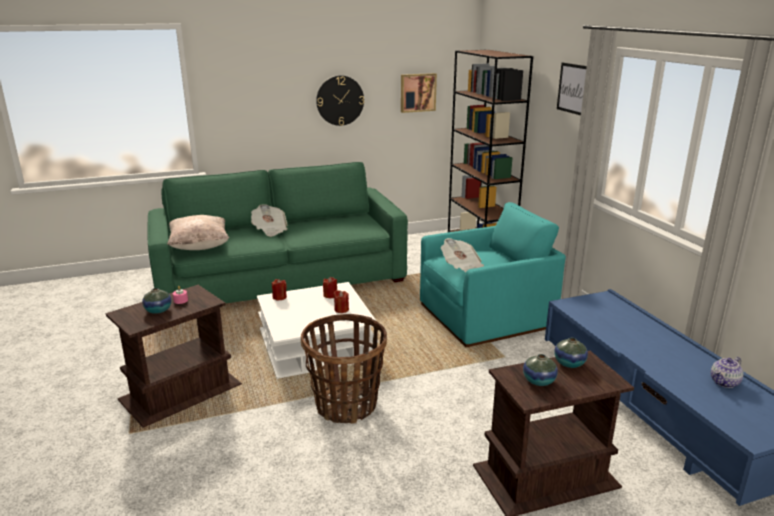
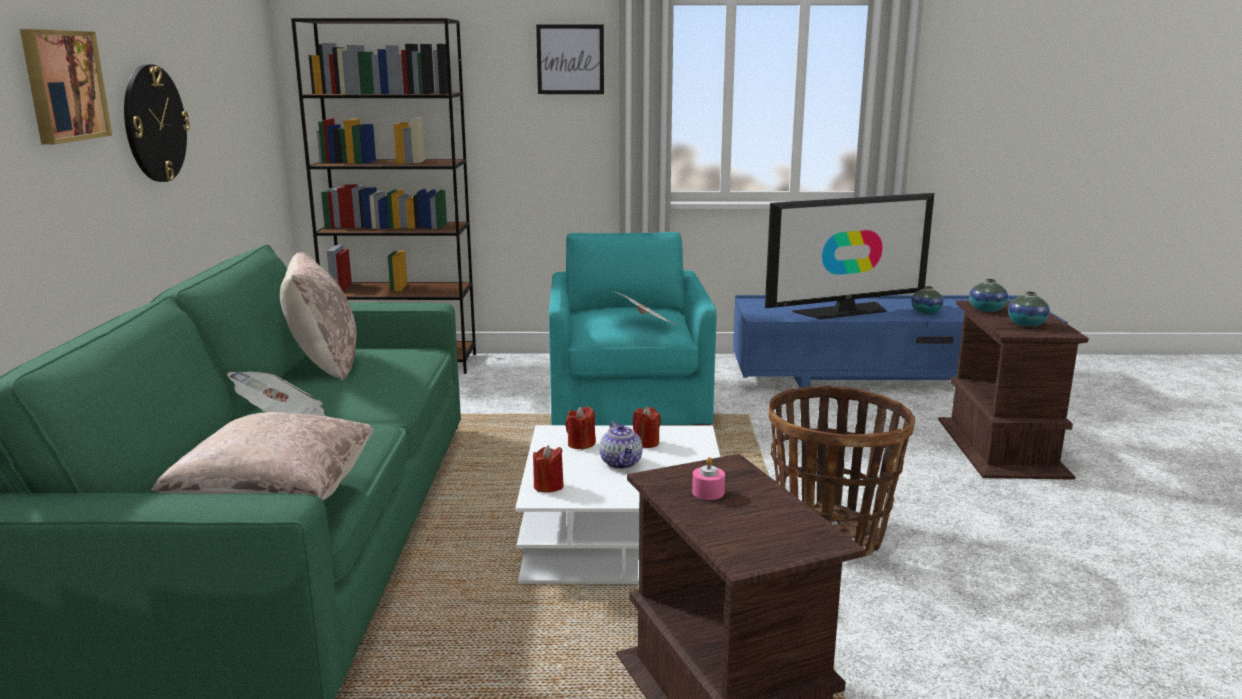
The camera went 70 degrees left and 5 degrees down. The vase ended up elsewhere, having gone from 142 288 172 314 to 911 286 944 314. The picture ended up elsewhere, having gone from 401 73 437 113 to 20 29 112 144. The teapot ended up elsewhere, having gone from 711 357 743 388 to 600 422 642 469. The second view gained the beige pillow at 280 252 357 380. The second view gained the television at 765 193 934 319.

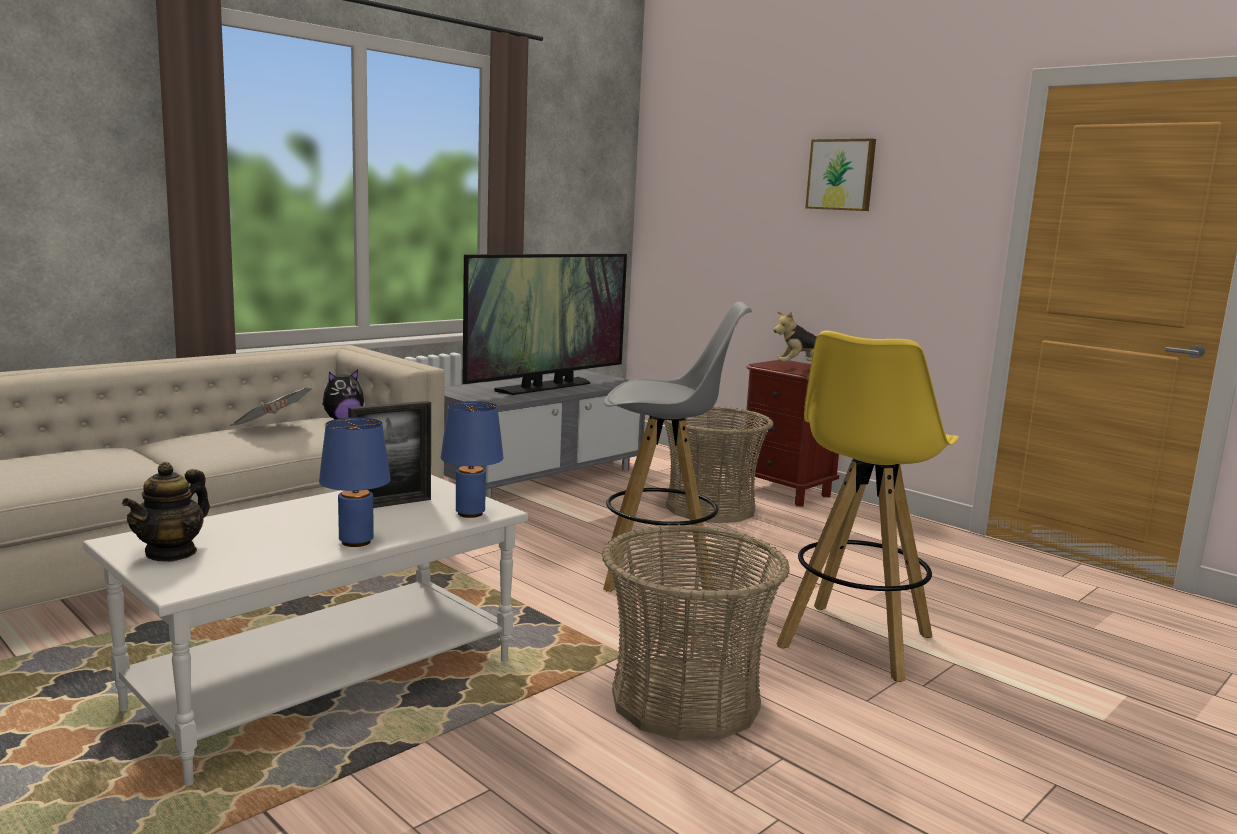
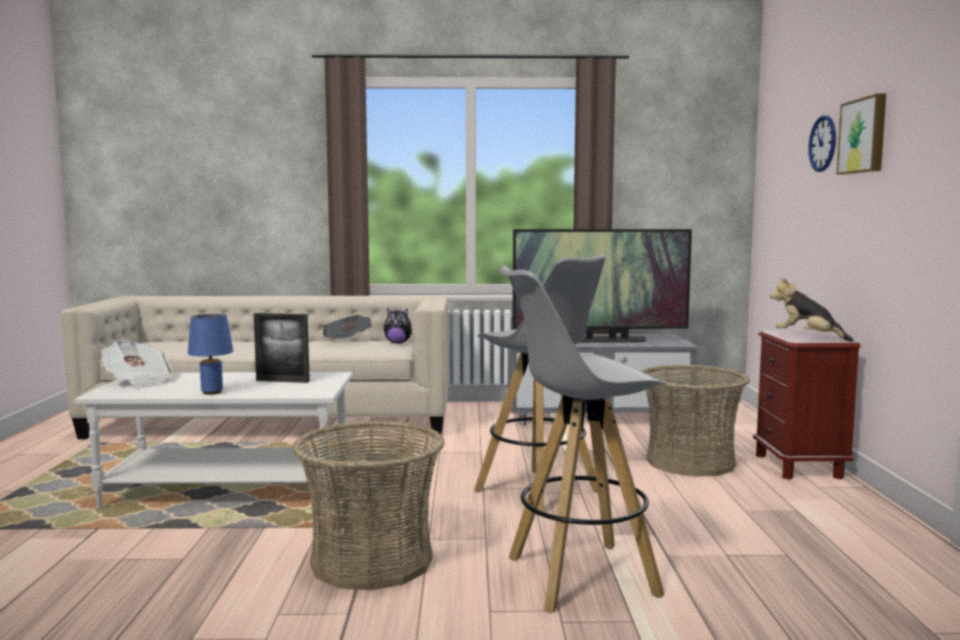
The camera went 45 degrees right and 5 degrees down. Where the teapot stood at 122 462 210 562, the newspaper came to stand at 101 340 173 388. The second view lost the blue table lamp at 441 401 503 518. What was the yellow stool at 777 330 959 682 turned into the grey stool at 500 265 666 613. The second view gained the wall clock at 808 115 836 172.

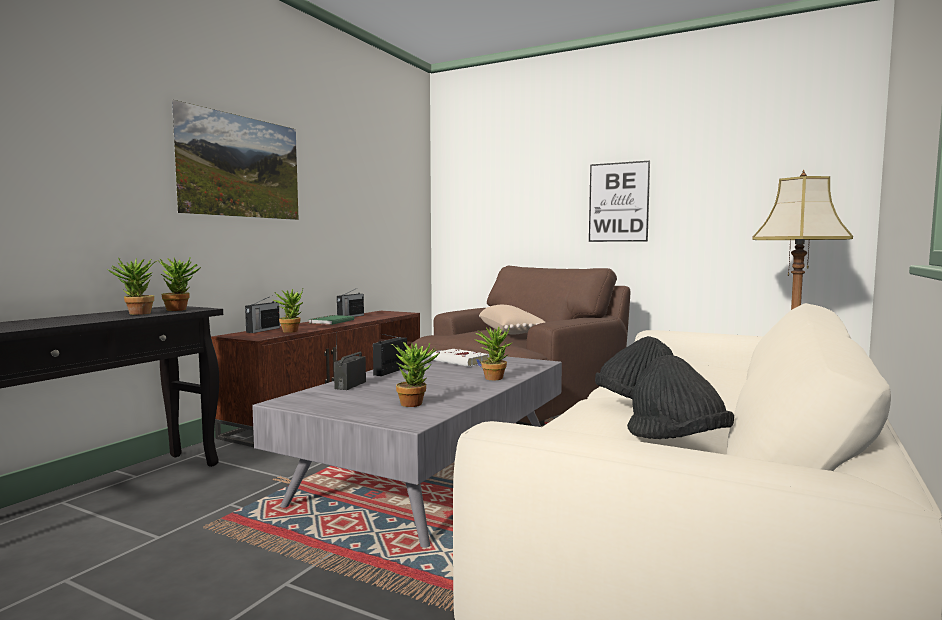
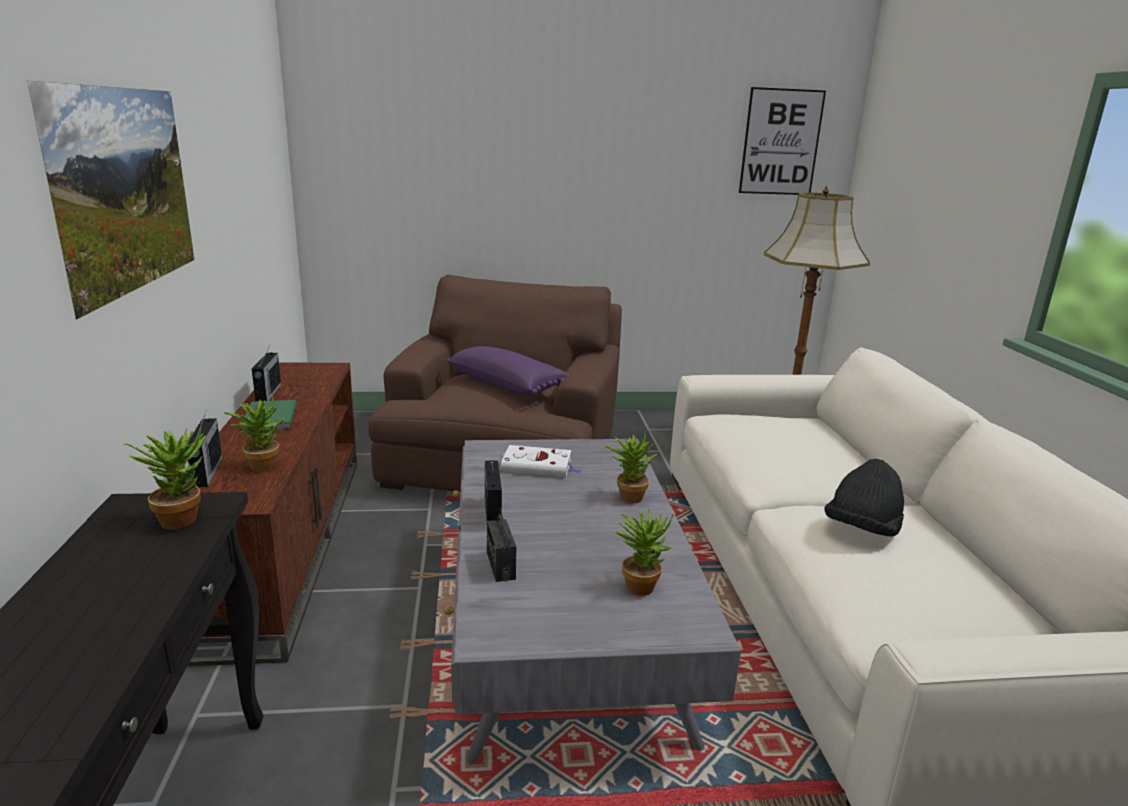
The camera went 35 degrees left and 15 degrees up. The second view lost the potted plant at 107 258 157 315. What was the beige pillow at 479 305 545 335 turned into the purple pillow at 447 346 569 396. The picture ended up elsewhere, having gone from 589 161 650 242 to 739 87 826 195. The second view lost the black hat at 627 355 734 439.

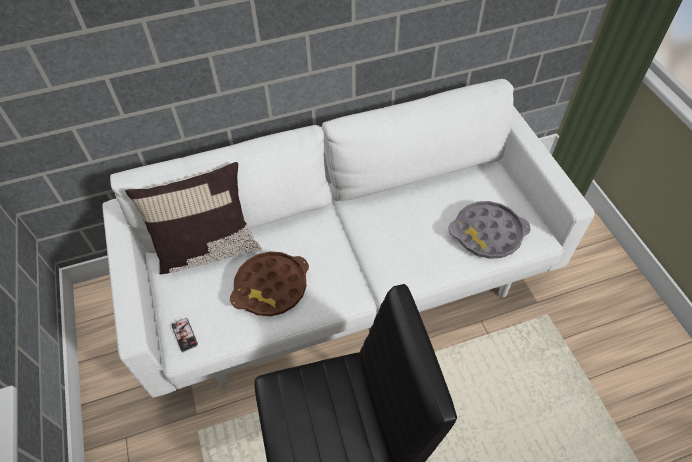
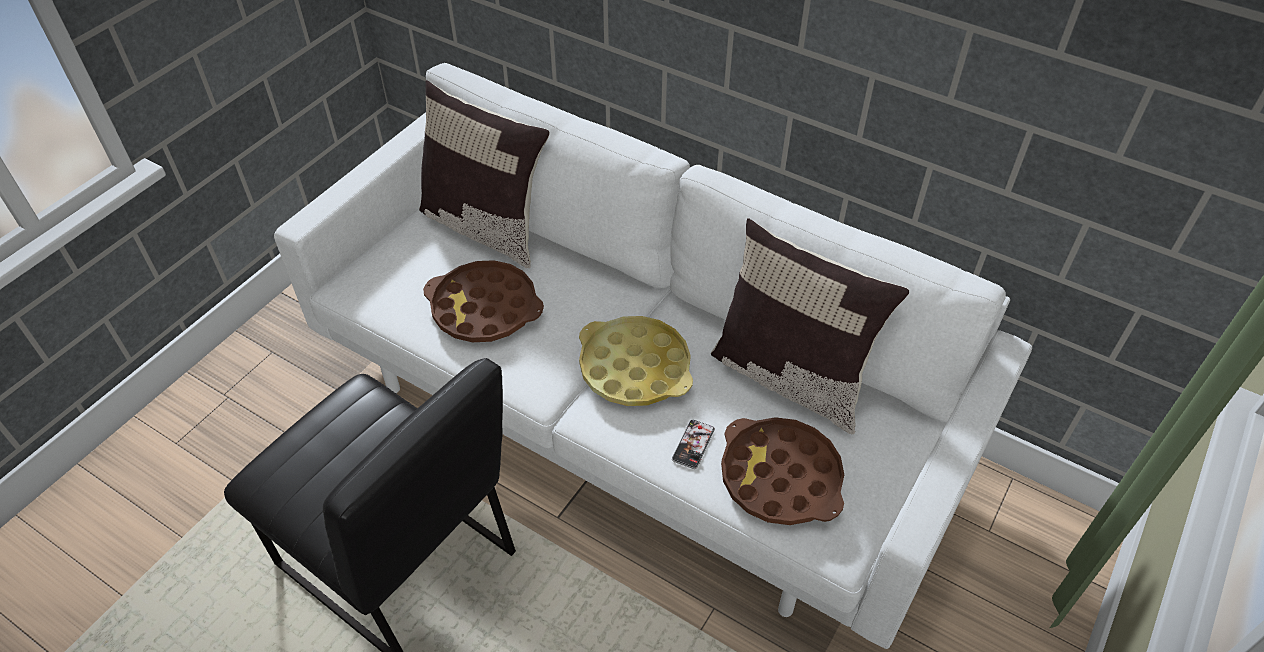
The camera went 50 degrees right and 5 degrees down. The phone ended up elsewhere, having gone from 171 318 198 353 to 672 420 715 469. What was the grey tray at 448 201 530 259 turned into the brown tray at 721 417 844 525. The second view gained the yellow tray at 579 316 693 406. The second view gained the pillow at 711 218 909 434.

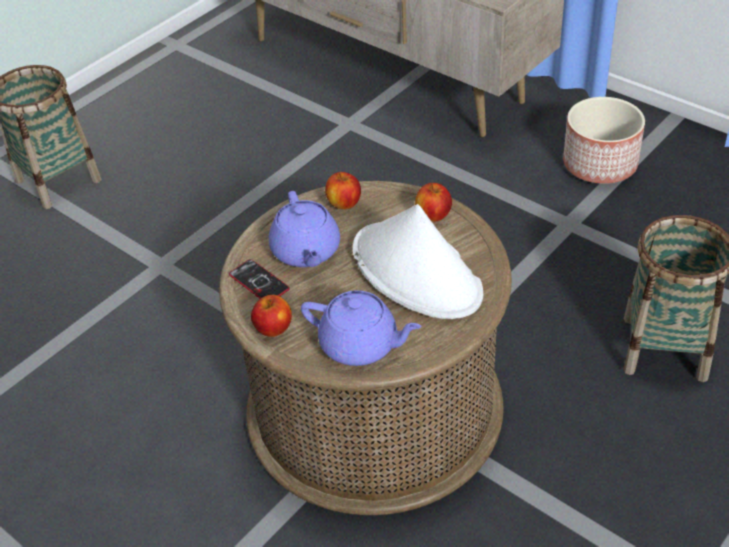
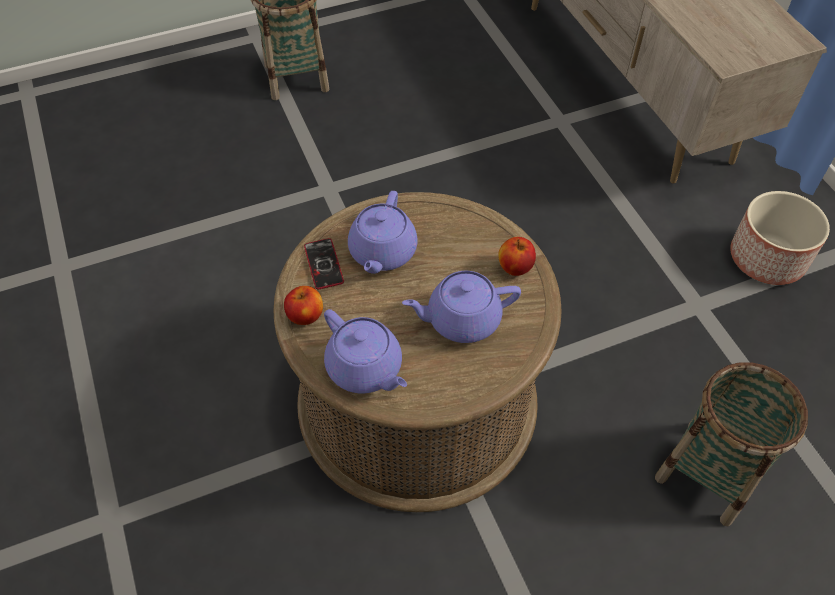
The camera went 25 degrees right and 10 degrees up. The second view lost the apple at 325 172 361 209. Where the white hat stood at 353 204 483 319, the purple teapot came to stand at 402 271 521 343.

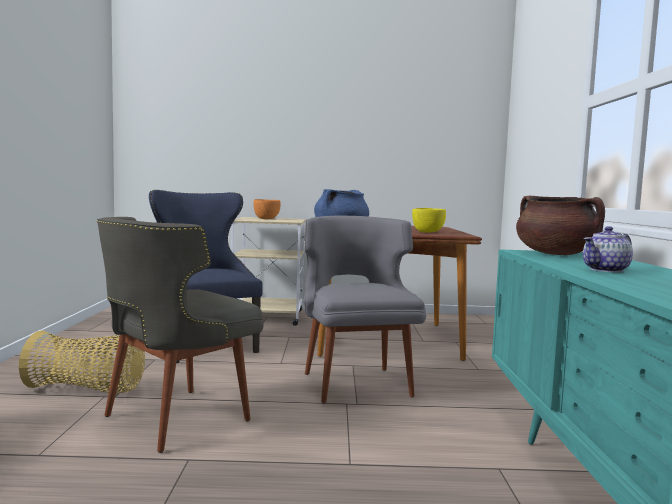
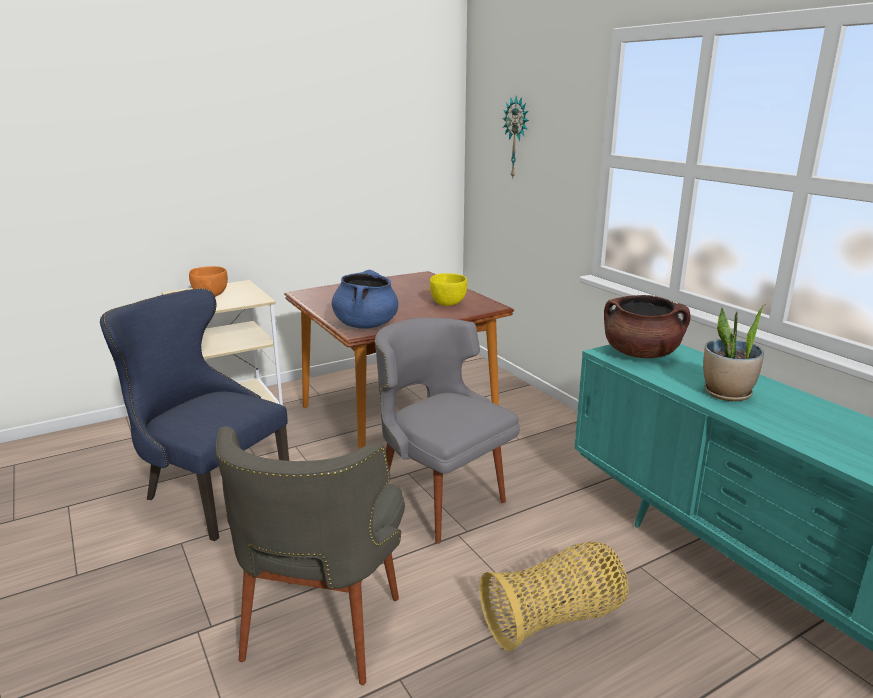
The camera went 30 degrees left and 15 degrees up. The basket ended up elsewhere, having gone from 19 330 145 393 to 479 541 628 651. Where the teapot stood at 583 226 633 272, the potted plant came to stand at 703 304 766 401. The second view gained the wall clock at 502 95 529 179.

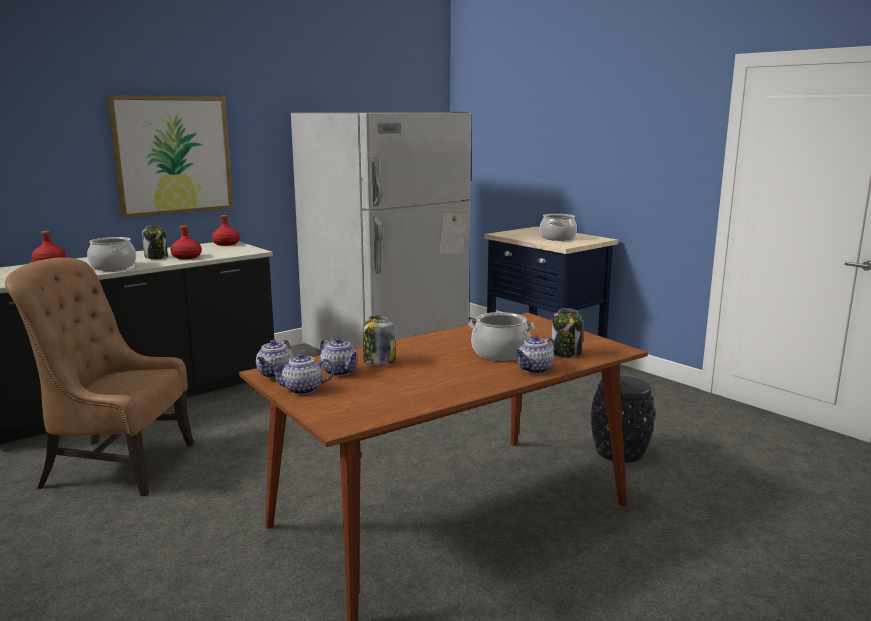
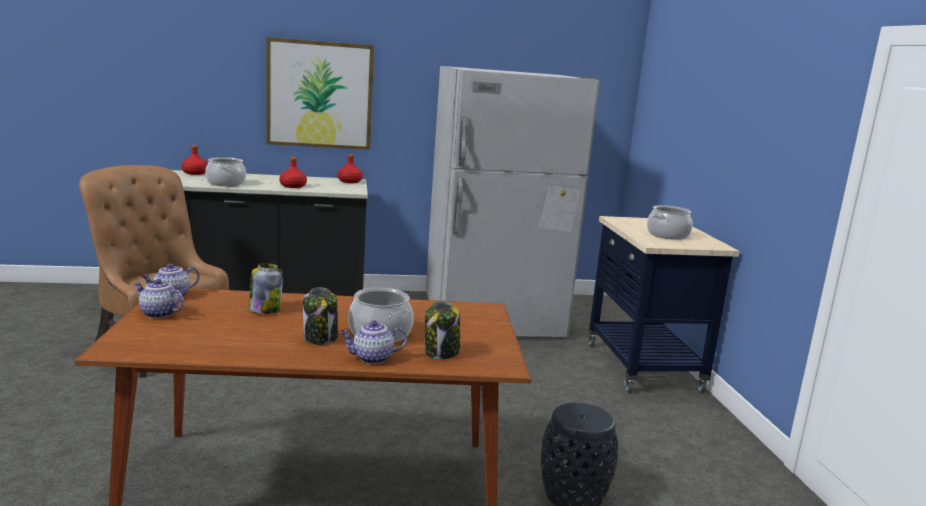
The camera went 30 degrees right and 0 degrees up. The jar ended up elsewhere, having gone from 142 225 168 259 to 303 287 338 345. The second view lost the teapot at 320 338 358 376.

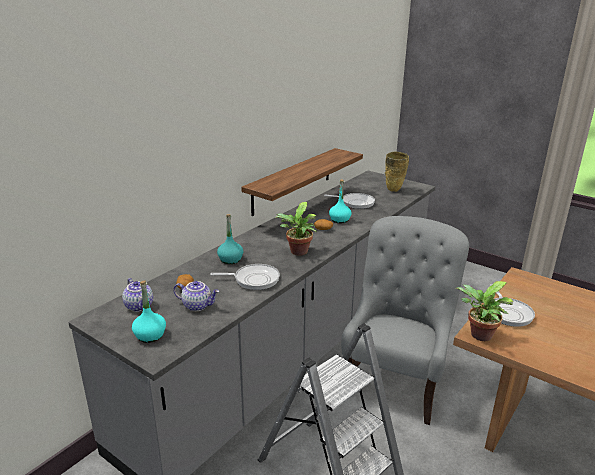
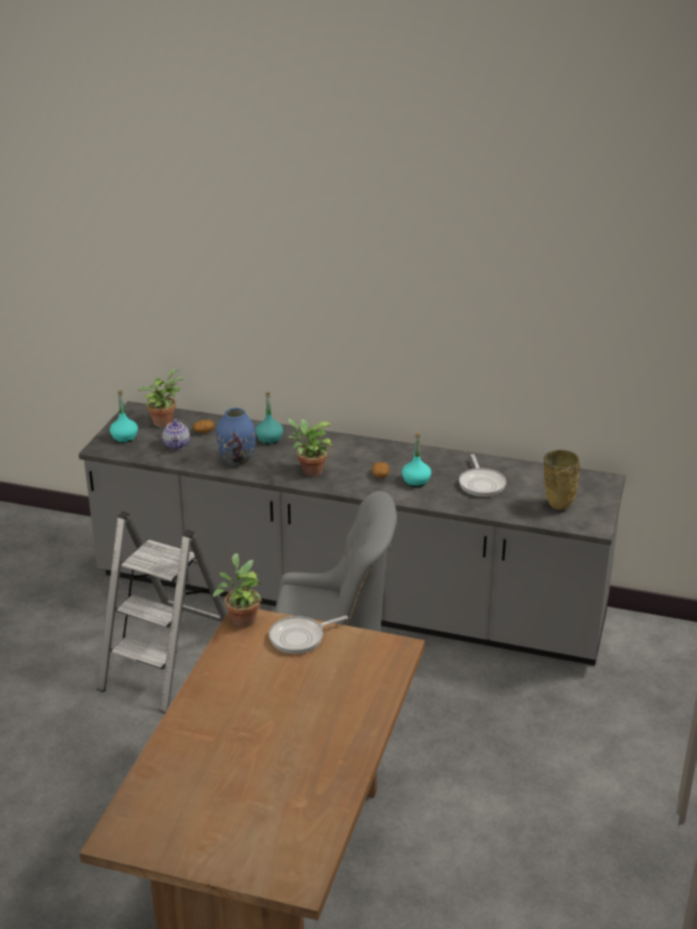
The camera went 70 degrees right and 5 degrees up. Where the teapot stood at 122 278 153 312, the potted plant came to stand at 138 369 183 427. Where the frying pan stood at 211 264 280 290, the blue vase came to stand at 216 408 256 466. The second view lost the shelf at 241 148 363 216.

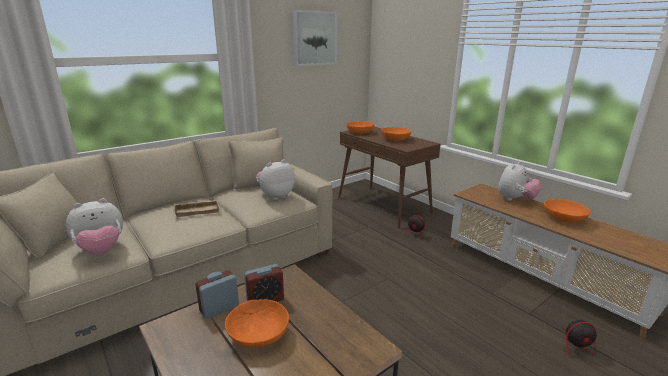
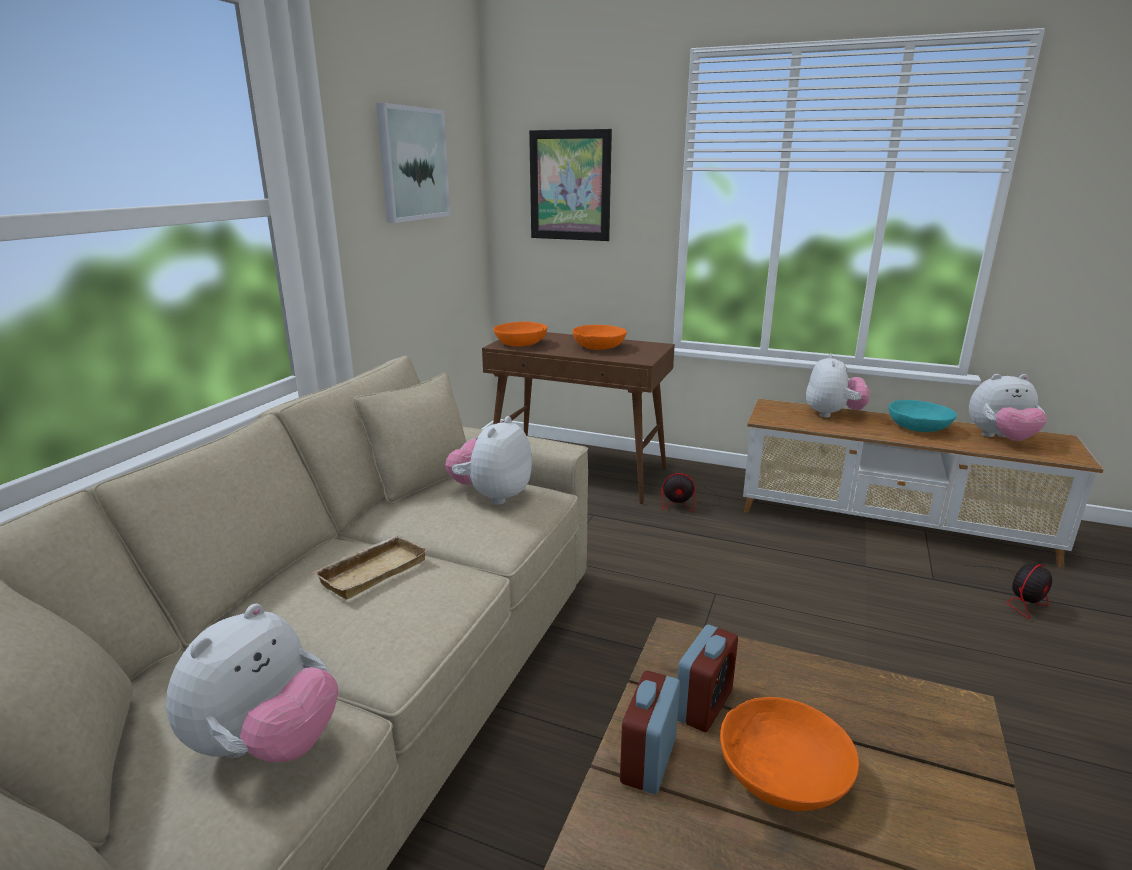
The camera went 30 degrees left and 0 degrees up. What was the orange bowl at 544 199 591 223 turned into the turquoise bowl at 889 400 957 432. The second view gained the picture at 529 129 612 241. The second view gained the plush toy at 969 374 1047 441.

